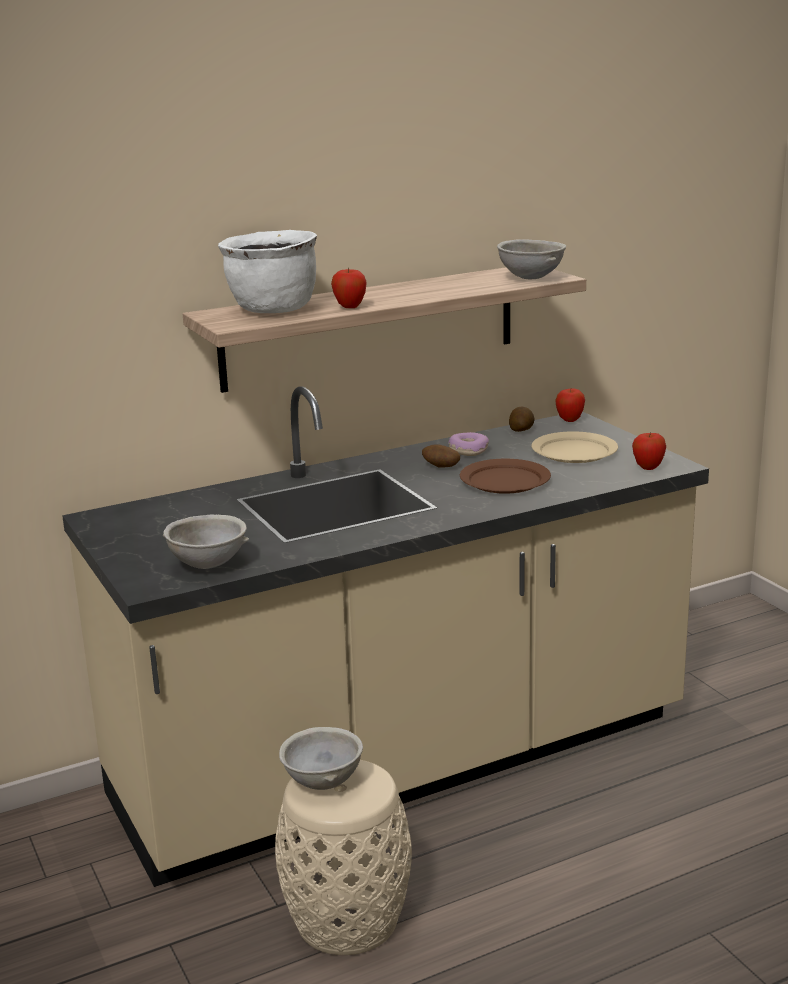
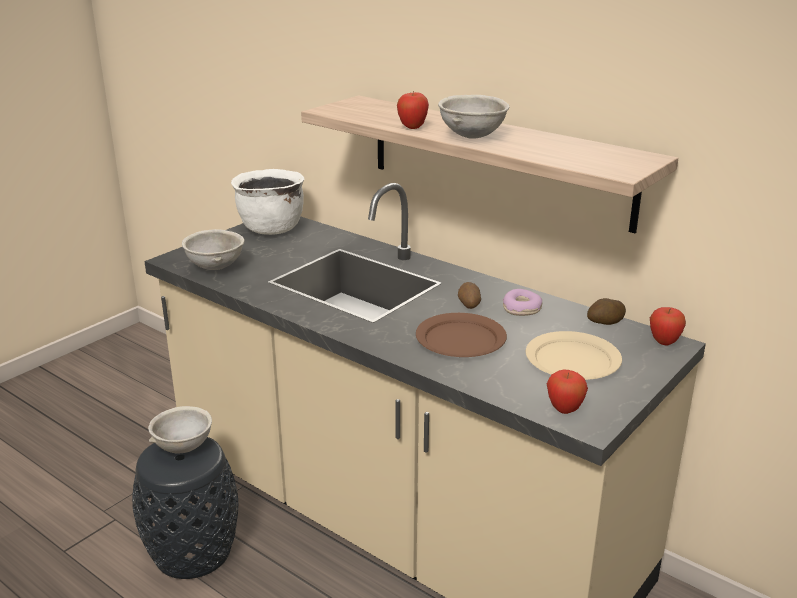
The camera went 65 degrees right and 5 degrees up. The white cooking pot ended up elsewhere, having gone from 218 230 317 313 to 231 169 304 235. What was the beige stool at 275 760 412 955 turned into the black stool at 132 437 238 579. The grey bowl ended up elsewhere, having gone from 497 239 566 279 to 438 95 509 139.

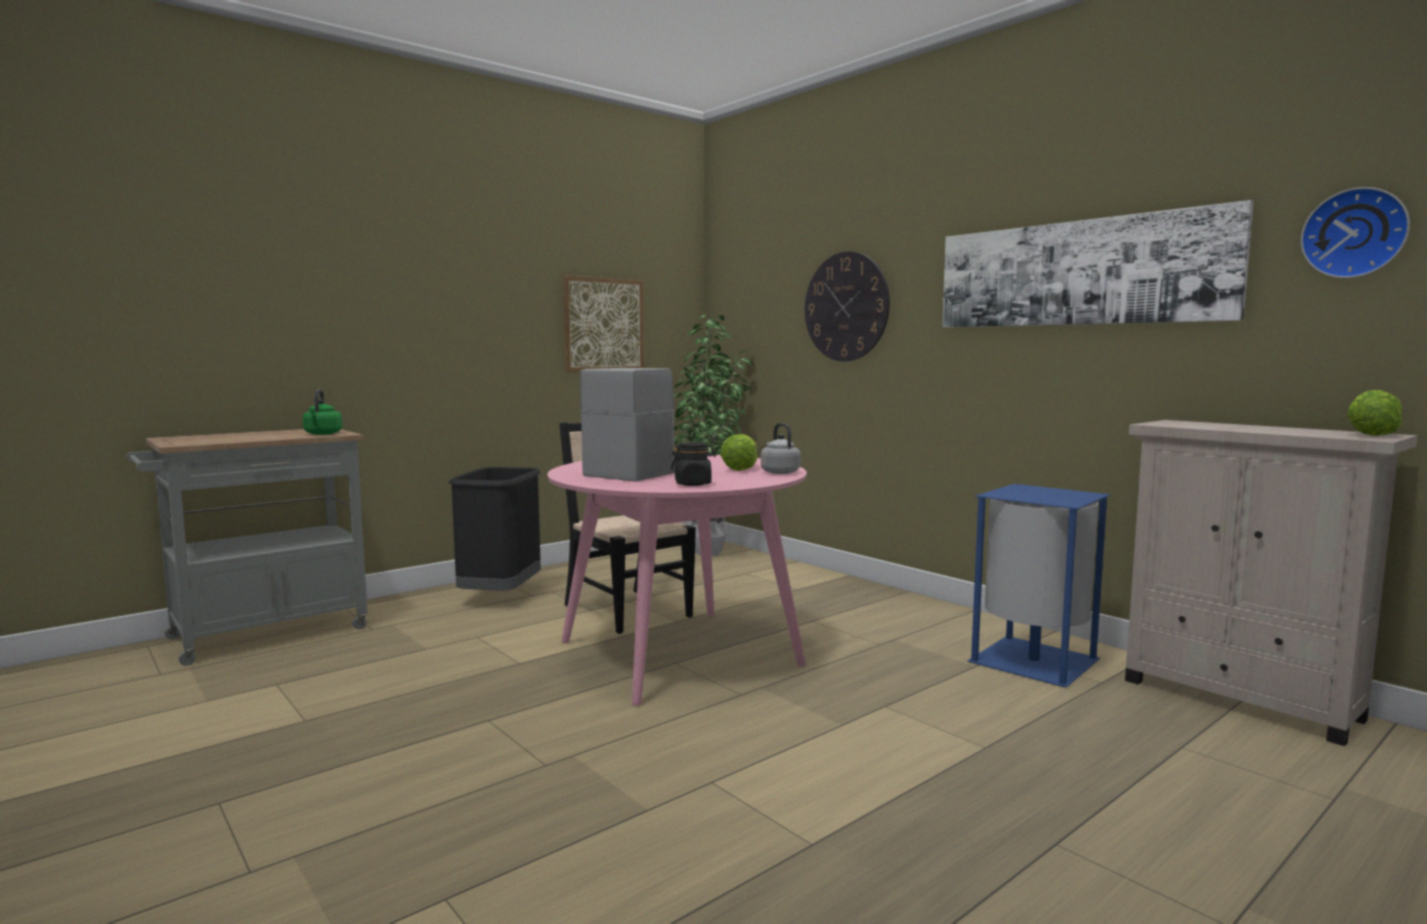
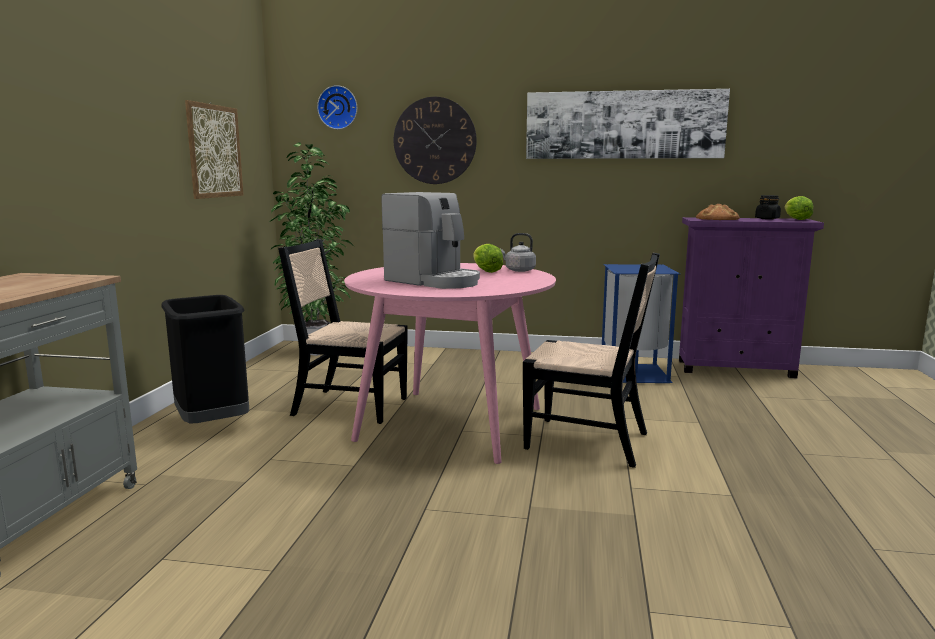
The camera went 40 degrees left and 5 degrees up. The second view lost the green kettle at 303 389 342 435. The coffee machine at 580 368 676 482 ended up facing another way, 135 degrees clockwise from before. The black jar ended up elsewhere, having gone from 671 442 716 486 to 755 195 781 219. What was the beige cabinet at 1125 420 1418 746 turned into the purple cabinet at 679 217 824 378. The wall clock ended up elsewhere, having gone from 1301 187 1410 278 to 317 85 357 129. The second view gained the chair at 523 252 660 468. The second view gained the bread at 696 204 740 220.

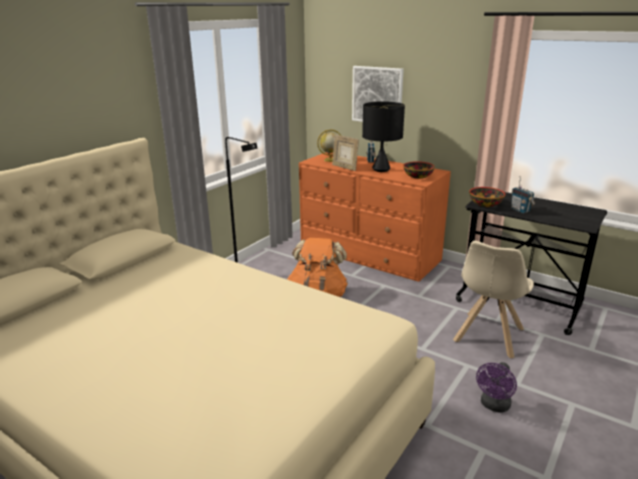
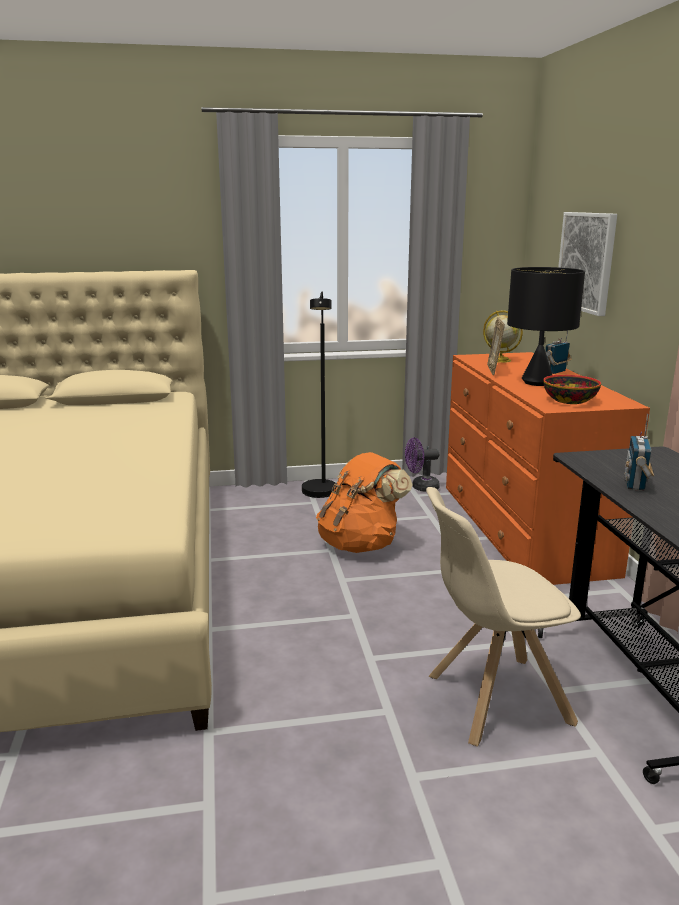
The camera went 45 degrees right and 5 degrees down. The second view lost the bowl at 469 187 505 207. The purple fan ended up elsewhere, having gone from 476 362 517 413 to 405 438 440 491.

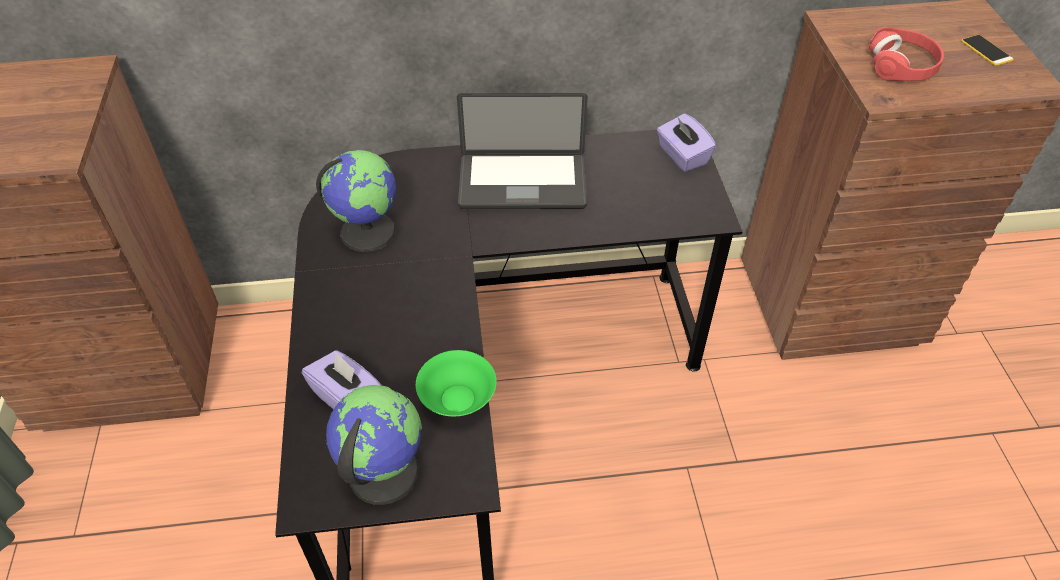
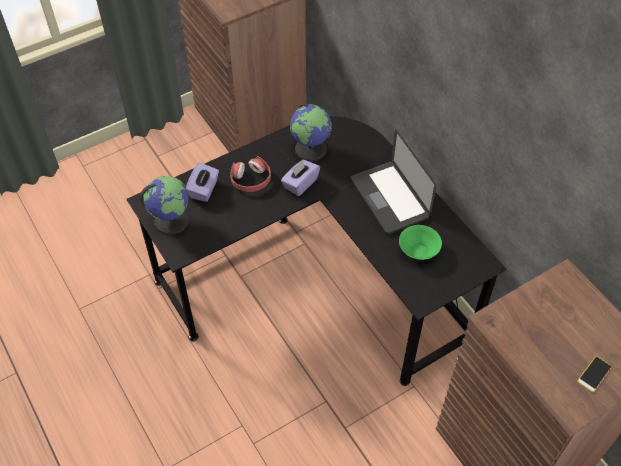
The camera went 65 degrees right and 5 degrees up. The green bowl ended up elsewhere, having gone from 416 350 496 416 to 399 225 442 260. The purple tissue box ended up elsewhere, having gone from 657 113 716 172 to 281 160 320 196. The red headphones ended up elsewhere, having gone from 869 27 944 81 to 230 156 271 192.

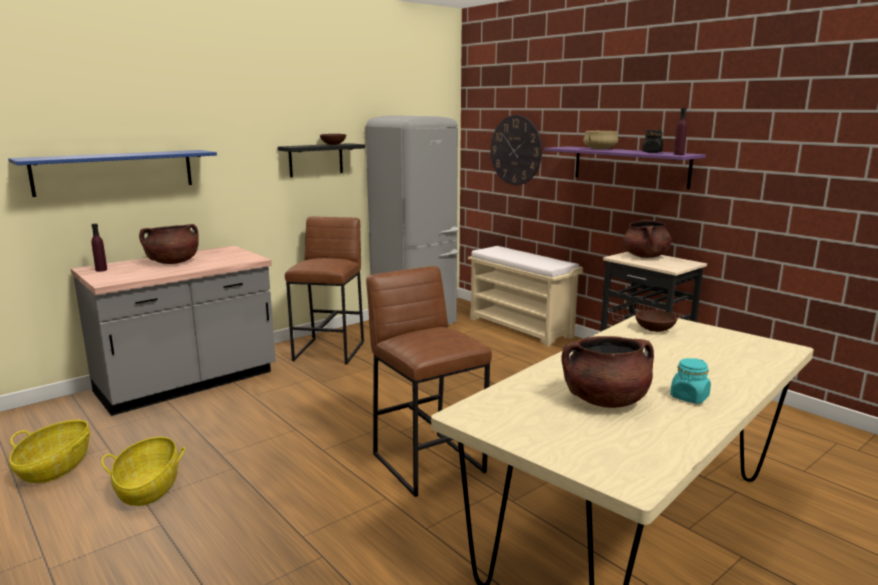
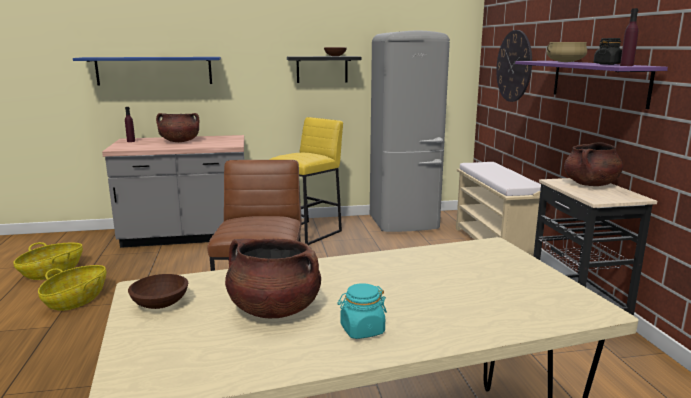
The camera went 30 degrees right and 0 degrees up. What was the brown stool at 285 217 364 365 turned into the yellow stool at 269 117 343 245. The brown bowl ended up elsewhere, having gone from 635 310 678 332 to 128 274 188 309.

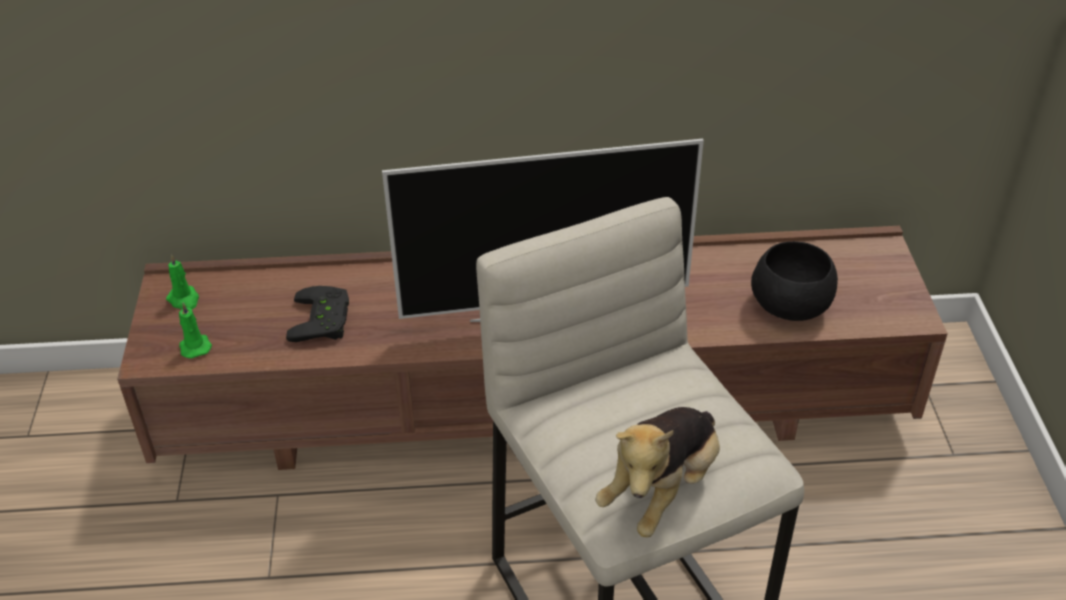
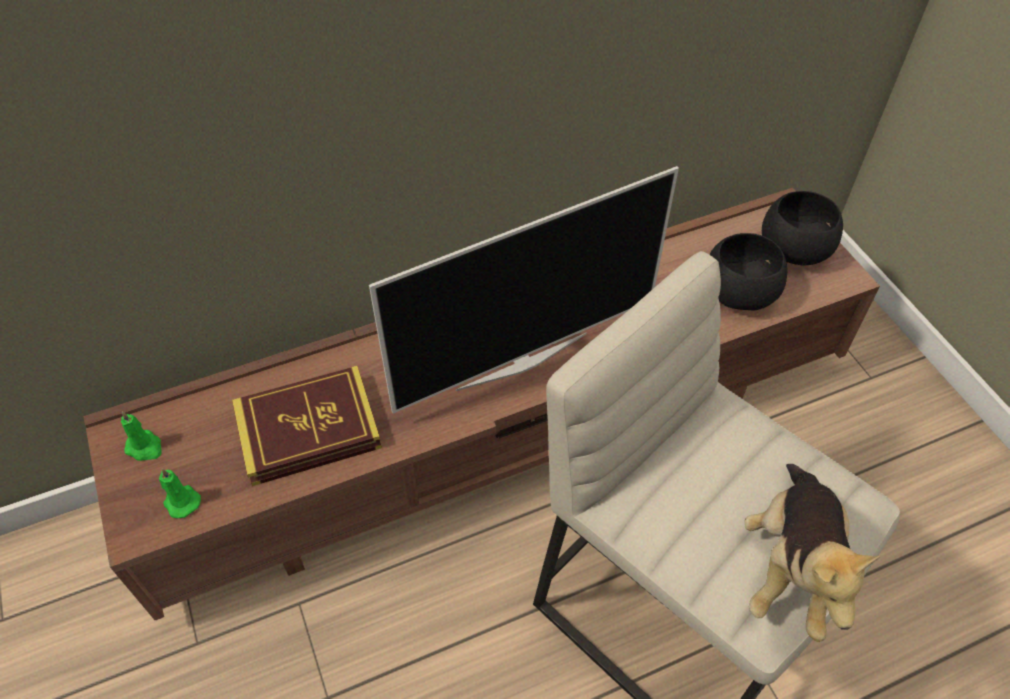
The camera went 20 degrees left and 10 degrees up. Where the black game controller stood at 286 286 349 342, the book came to stand at 232 366 382 486. The second view gained the black bowl at 762 191 843 265.

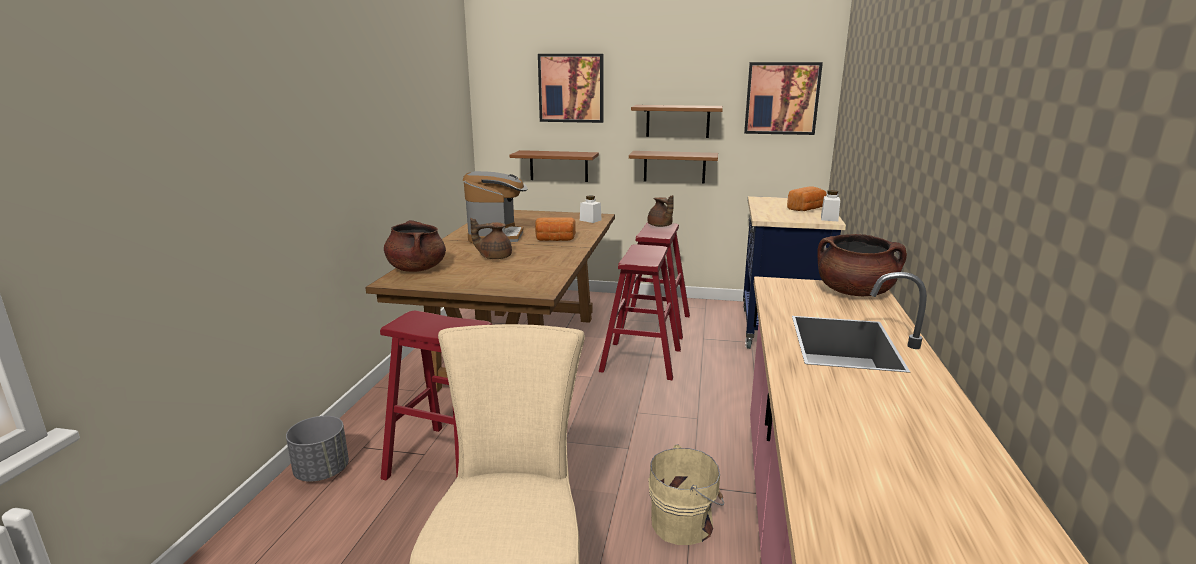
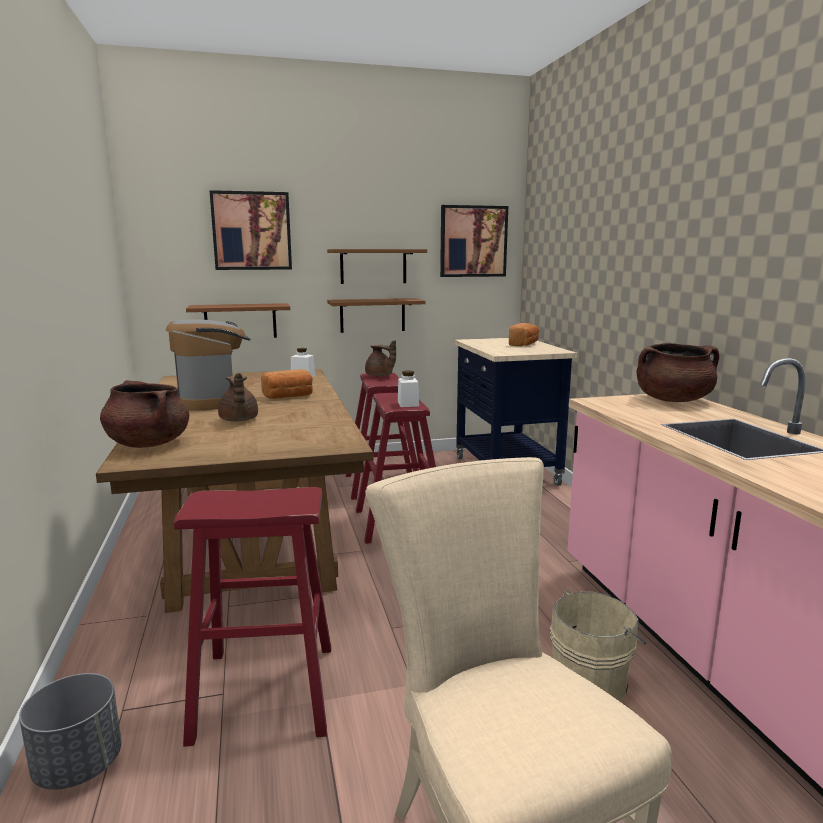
The camera went 25 degrees left and 5 degrees down. The brown teapot at 470 218 512 259 ended up facing another way, 75 degrees counterclockwise from before. The white jar ended up elsewhere, having gone from 821 190 840 221 to 398 371 419 407.

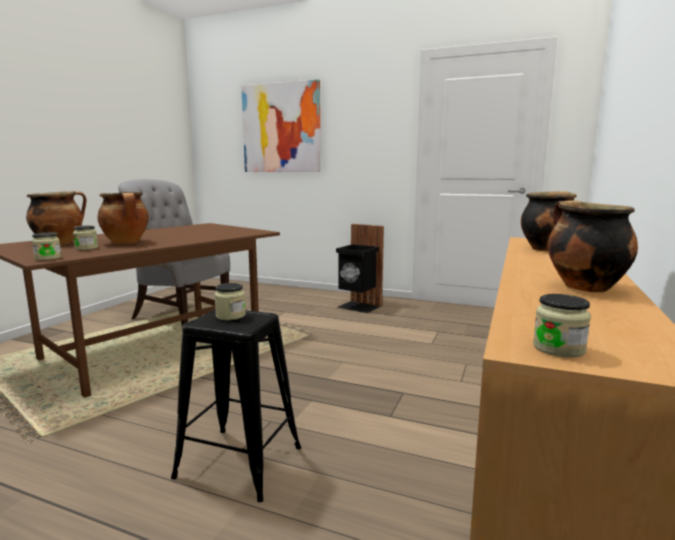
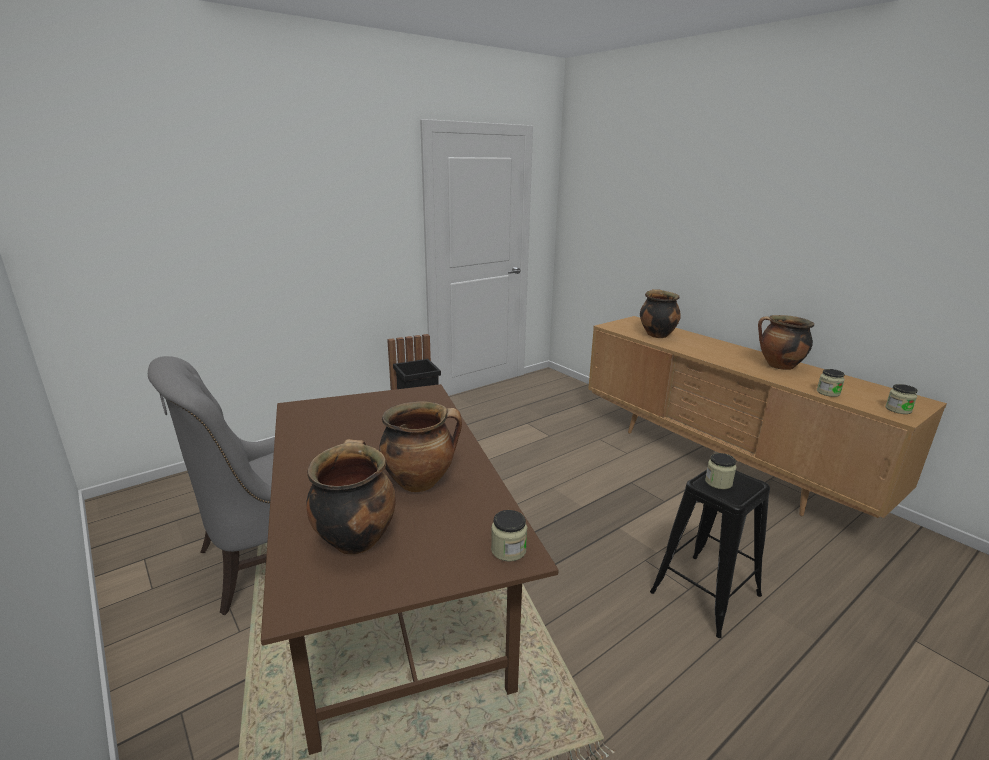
The camera went 60 degrees left and 10 degrees up. The jar ended up elsewhere, having gone from 73 226 98 250 to 817 369 845 397. The second view lost the picture at 241 79 321 172.

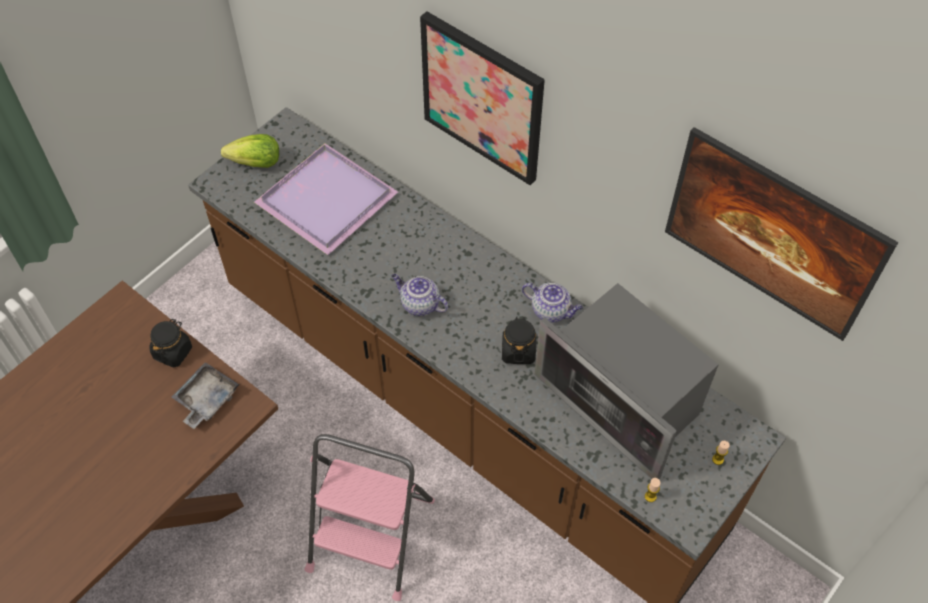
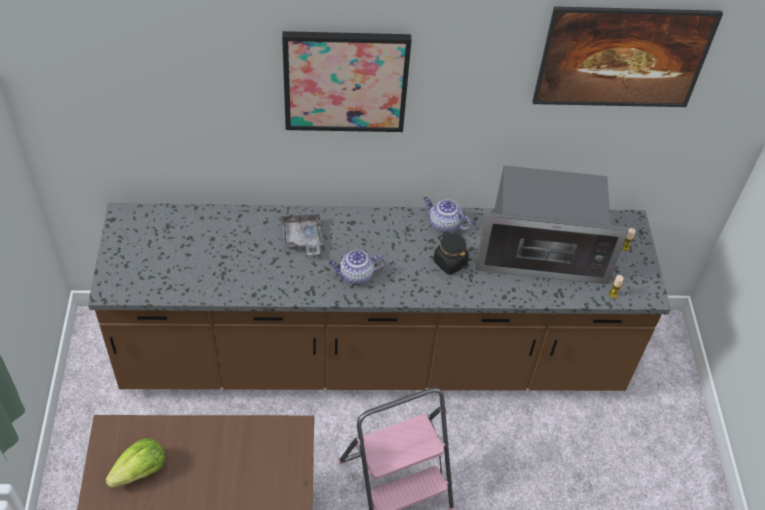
The camera went 45 degrees left and 5 degrees down. The second view lost the black jar at 149 319 192 368. The grey tray ended up elsewhere, having gone from 172 362 240 429 to 281 213 323 255. The lettuce ended up elsewhere, having gone from 221 134 279 168 to 106 438 165 488. The second view lost the purple tray at 254 143 398 255. The teapot at 522 283 583 323 ended up facing another way, 135 degrees counterclockwise from before.

